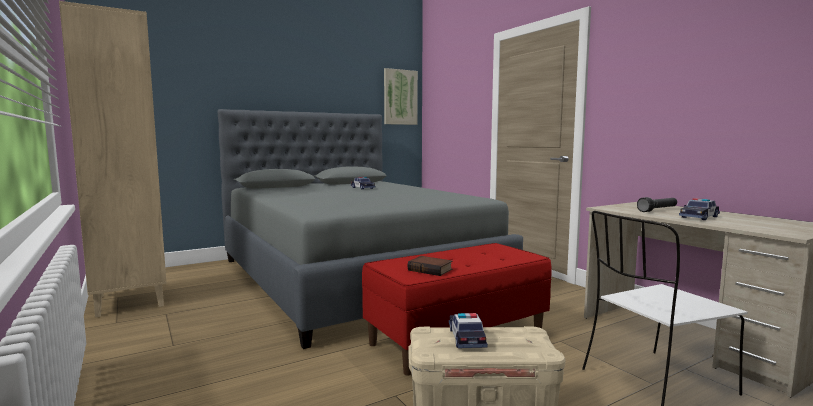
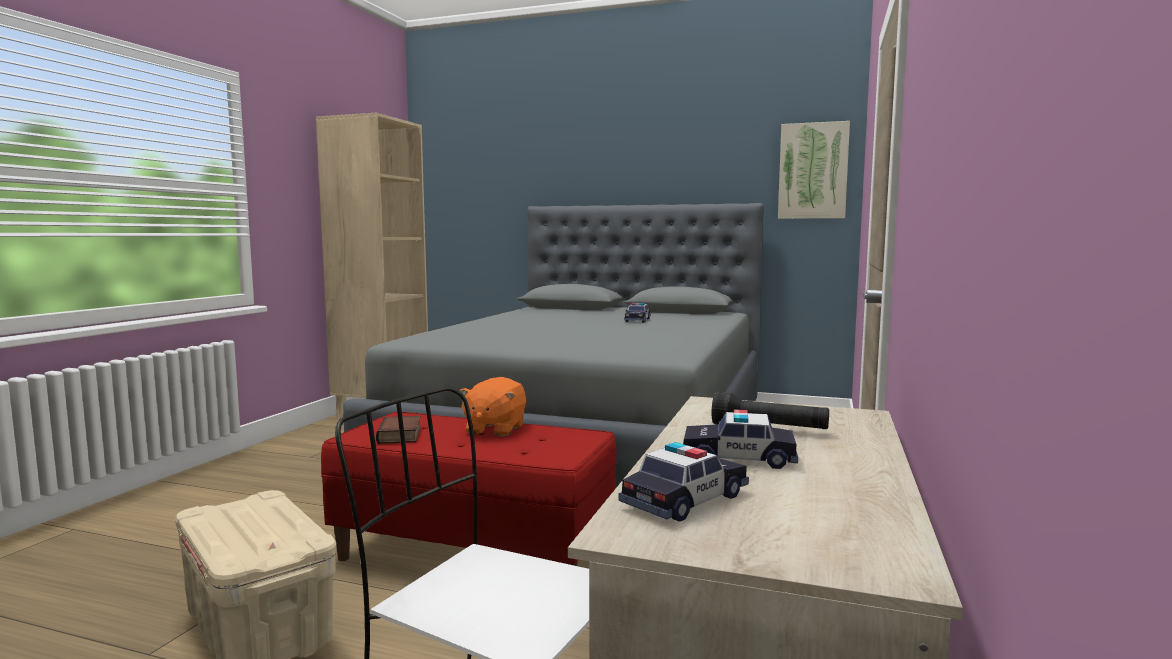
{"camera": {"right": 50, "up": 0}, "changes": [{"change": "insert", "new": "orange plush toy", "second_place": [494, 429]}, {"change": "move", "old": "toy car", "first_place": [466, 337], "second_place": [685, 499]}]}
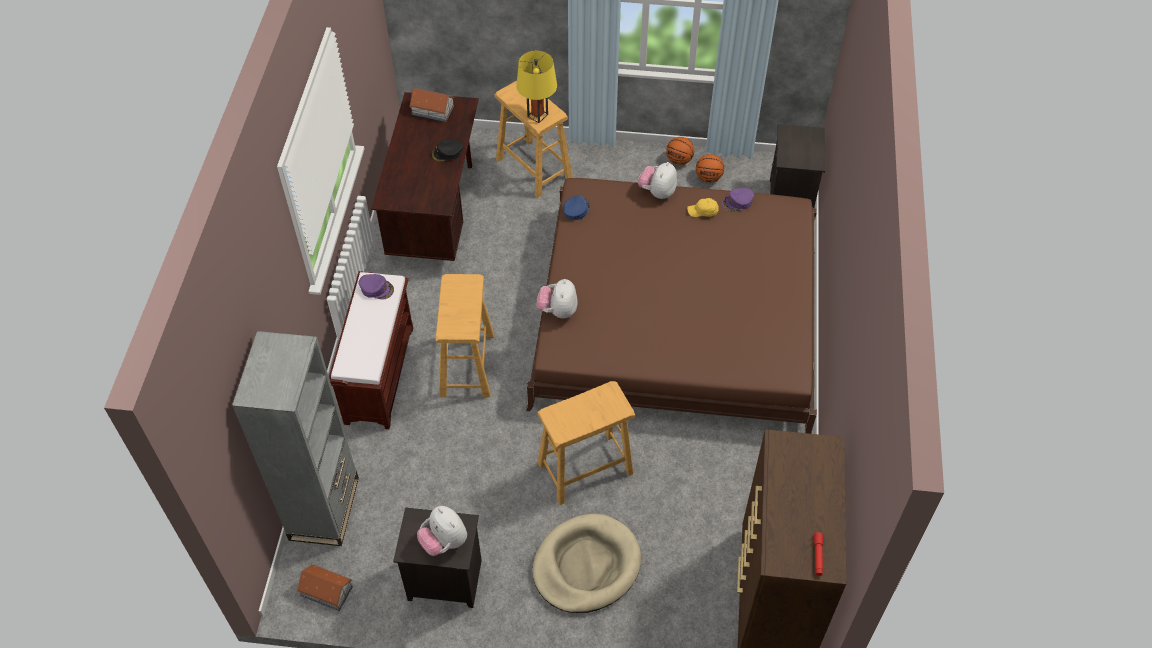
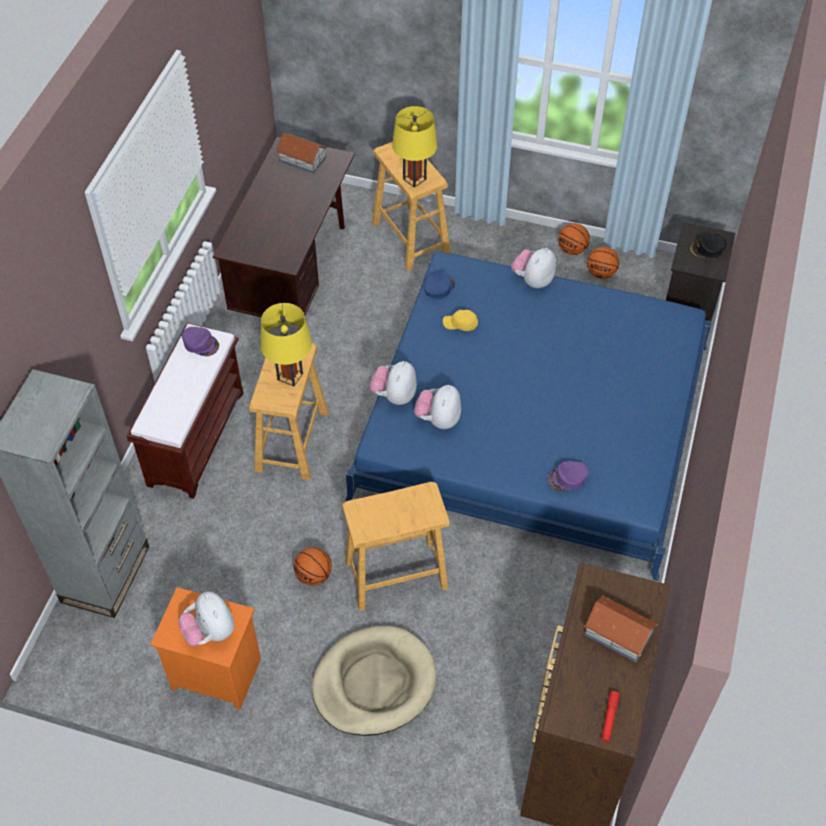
{"camera": {"right": 10, "up": 0}, "changes": [{"change": "recolor", "old": "black nightstand", "new": "orange nightstand", "first_place": [443, 581], "second_place": [214, 674]}, {"change": "insert", "new": "yellow table lamp", "second_place": [290, 376]}, {"change": "insert", "new": "basketball", "second_place": [313, 575]}, {"change": "recolor", "old": "brown bed", "new": "blue bed", "first_place": [676, 316], "second_place": [533, 420]}, {"change": "insert", "new": "plush toy", "second_place": [438, 419]}, {"change": "move", "old": "yellow cap", "first_place": [703, 211], "second_place": [460, 324]}, {"change": "move", "old": "purple cap", "first_place": [737, 202], "second_place": [567, 478]}, {"change": "move", "old": "toy house", "first_place": [326, 590], "second_place": [617, 633]}, {"change": "move", "old": "black cap", "first_place": [447, 153], "second_place": [707, 249]}]}
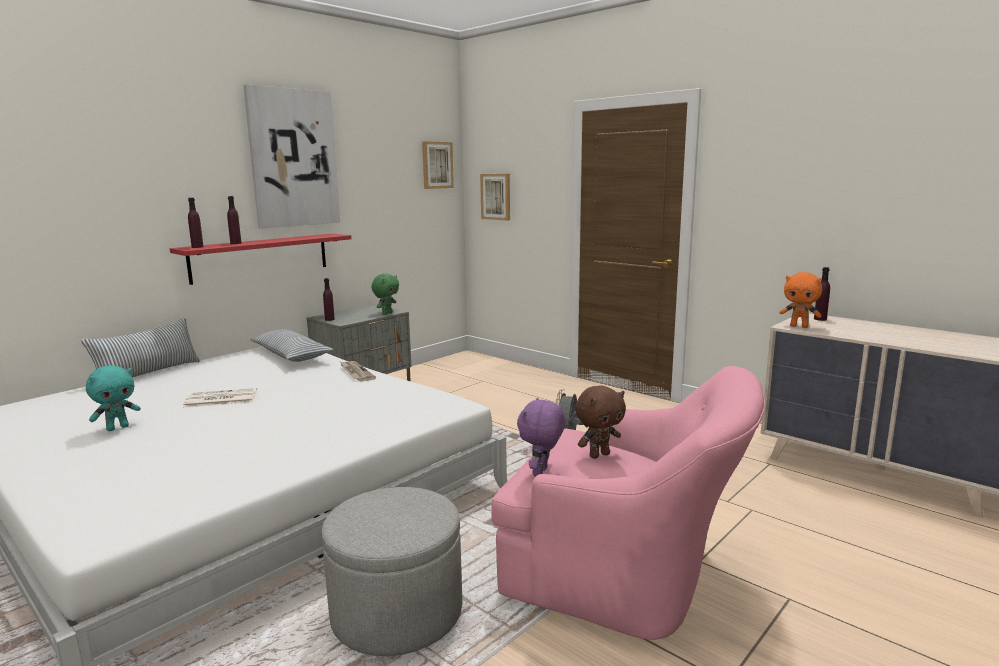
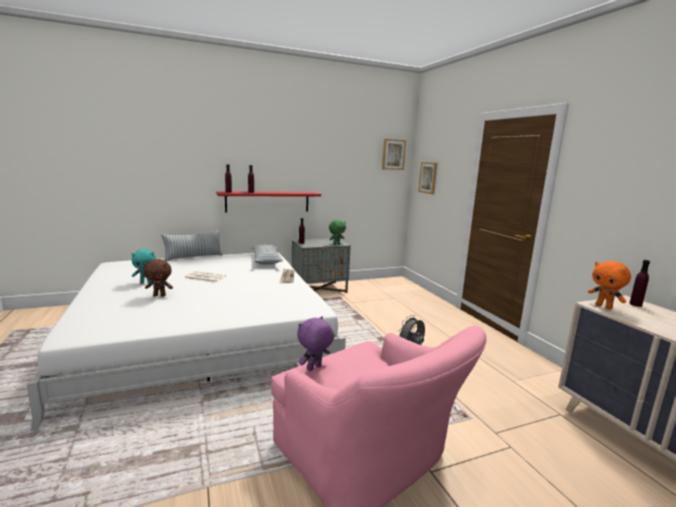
{"camera": {"right": 25, "up": 0}, "changes": [{"change": "move", "old": "brown plush toy", "first_place": [599, 455], "second_place": [160, 295]}, {"change": "delete", "old": "picture", "first_place": [293, 158]}, {"change": "delete", "old": "grey ottoman", "first_place": [397, 612]}]}
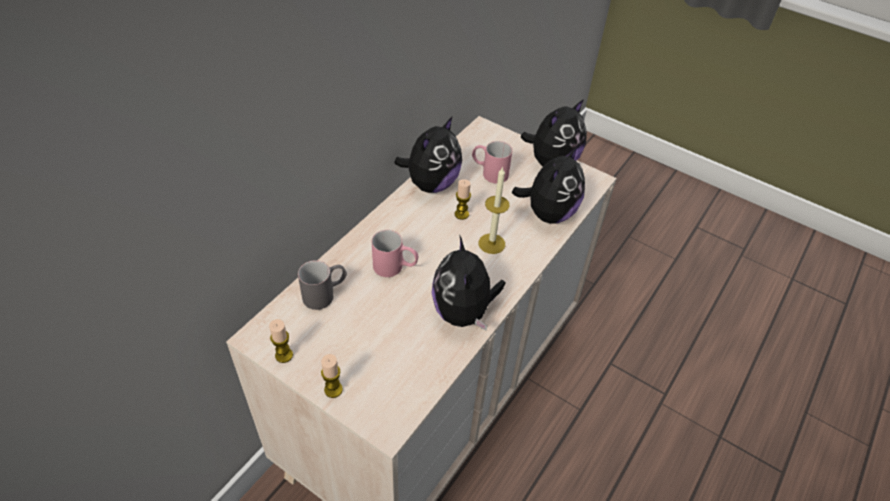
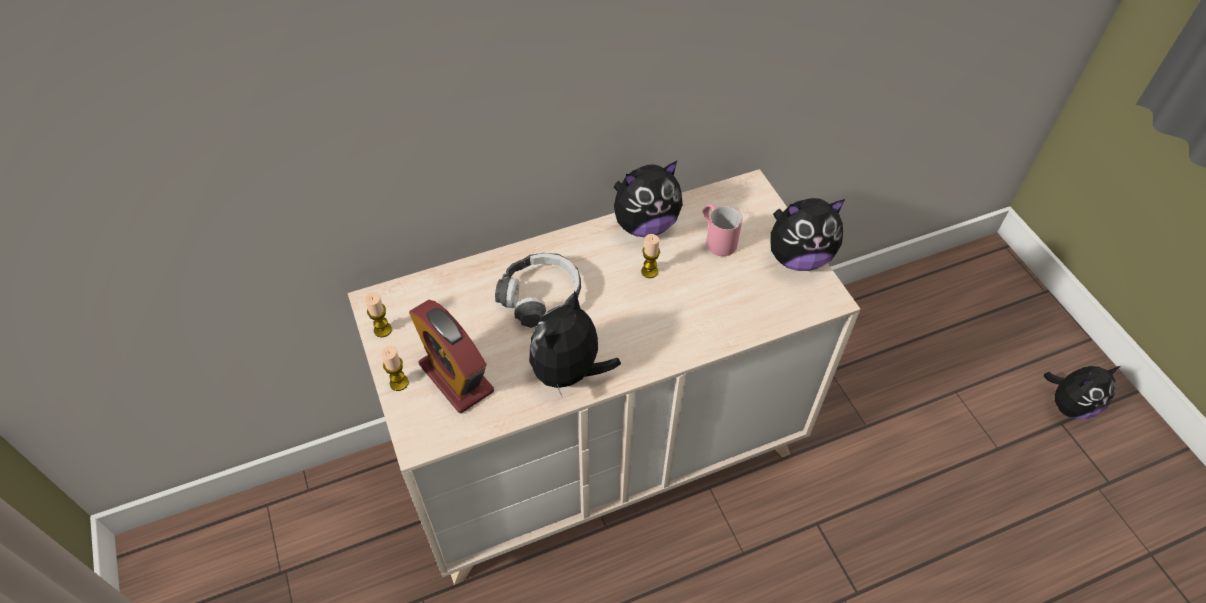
{"camera": {"right": 35, "up": 5}, "changes": [{"change": "insert", "new": "alarm clock", "second_place": [456, 378]}, {"change": "replace", "old": "pink mug", "new": "headphones", "first_place": [395, 267], "second_place": [540, 296]}, {"change": "move", "old": "plush toy", "first_place": [548, 213], "second_place": [1069, 405]}, {"change": "delete", "old": "grey mug", "first_place": [325, 294]}, {"change": "delete", "old": "candle", "first_place": [491, 243]}]}
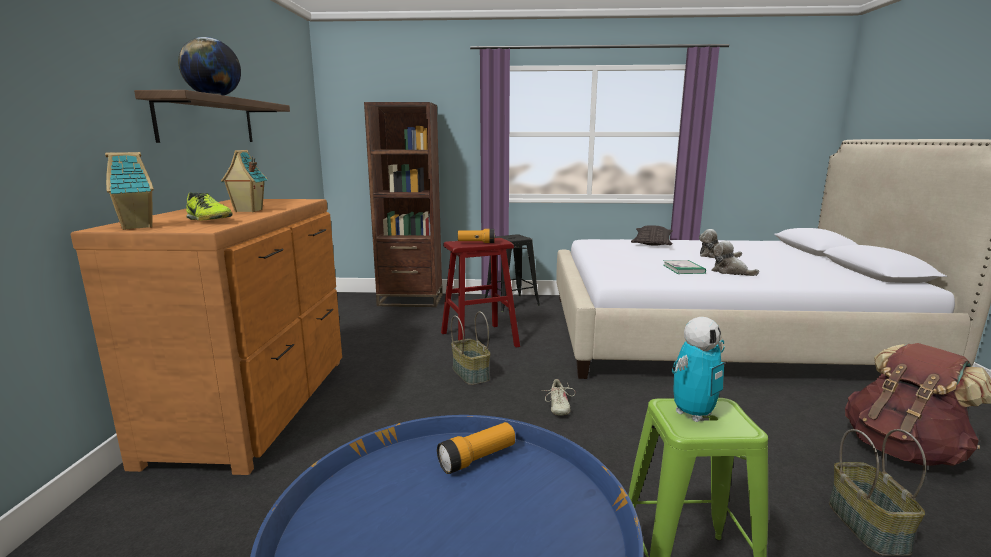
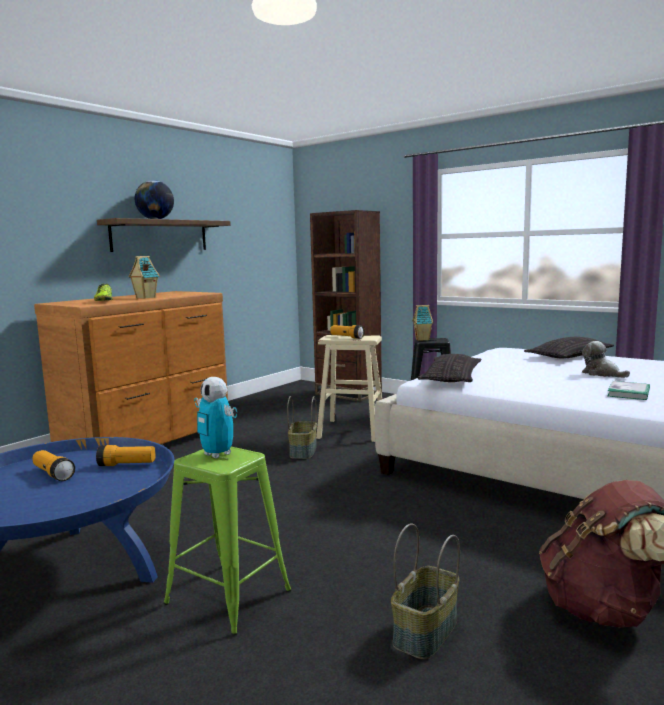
{"camera": {"right": 35, "up": -5}, "changes": [{"change": "insert", "new": "flashlight", "second_place": [53, 474]}, {"change": "rotate", "old": "toy robot", "first_place": [693, 414], "second_place": [217, 454], "degrees": 45}, {"change": "recolor", "old": "red stool", "new": "beige stool", "first_place": [479, 339], "second_place": [352, 430]}, {"change": "move", "old": "toy house", "first_place": [138, 227], "second_place": [423, 339]}, {"change": "insert", "new": "pillow", "second_place": [451, 377]}, {"change": "move", "old": "book", "first_place": [683, 269], "second_place": [628, 393]}, {"change": "delete", "old": "beige shoe", "first_place": [558, 406]}, {"change": "delete", "old": "plush toy", "first_place": [730, 272]}]}
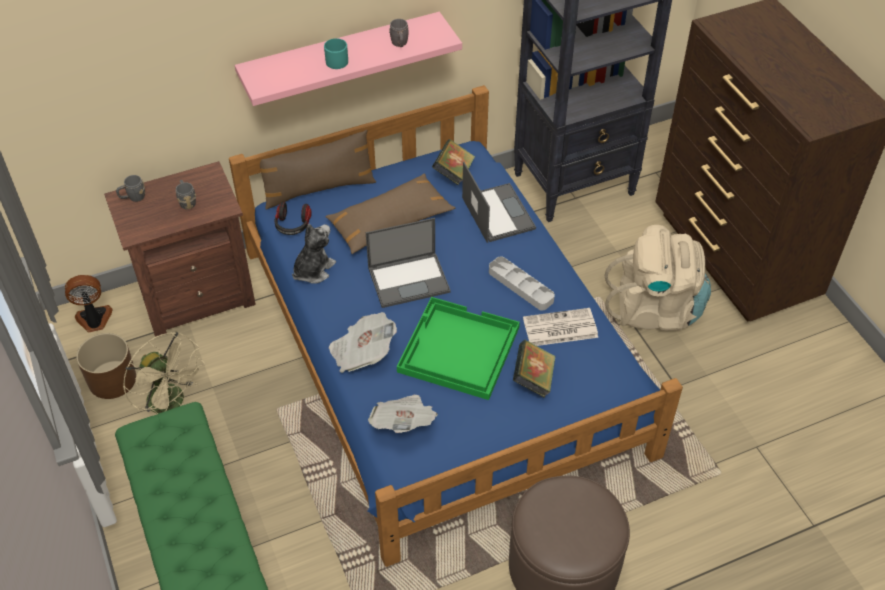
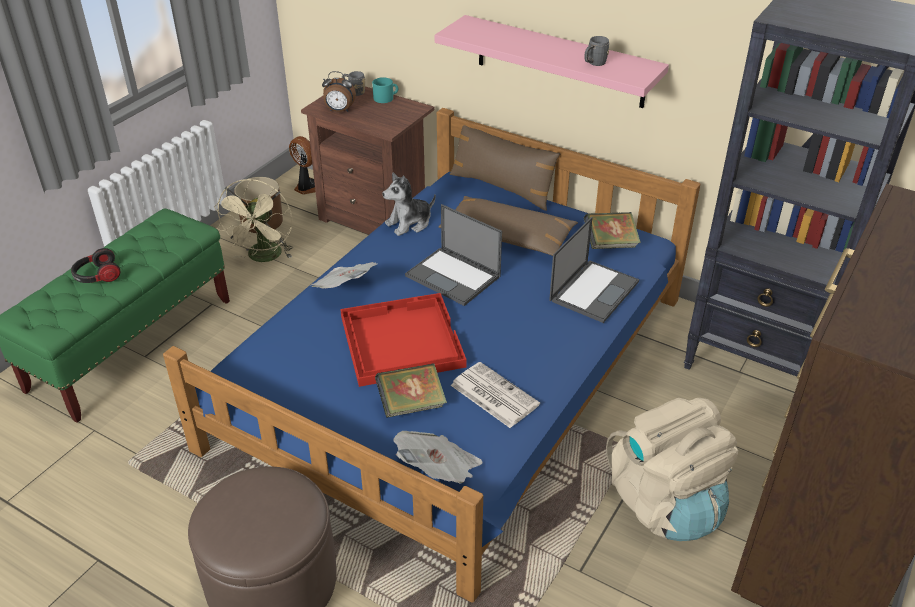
{"camera": {"right": 55, "up": -10}, "changes": [{"change": "move", "old": "headphones", "first_place": [292, 225], "second_place": [97, 276]}, {"change": "insert", "new": "alarm clock", "second_place": [339, 111]}, {"change": "recolor", "old": "green tray", "new": "red tray", "first_place": [457, 350], "second_place": [400, 340]}, {"change": "move", "old": "turquoise mug", "first_place": [338, 60], "second_place": [386, 98]}, {"change": "rotate", "old": "plush toy", "first_place": [313, 270], "second_place": [409, 223], "degrees": 150}, {"change": "move", "old": "newspaper", "first_place": [404, 423], "second_place": [439, 471]}, {"change": "delete", "old": "grey mug", "first_place": [187, 201]}, {"change": "delete", "old": "grey tray", "first_place": [520, 286]}]}
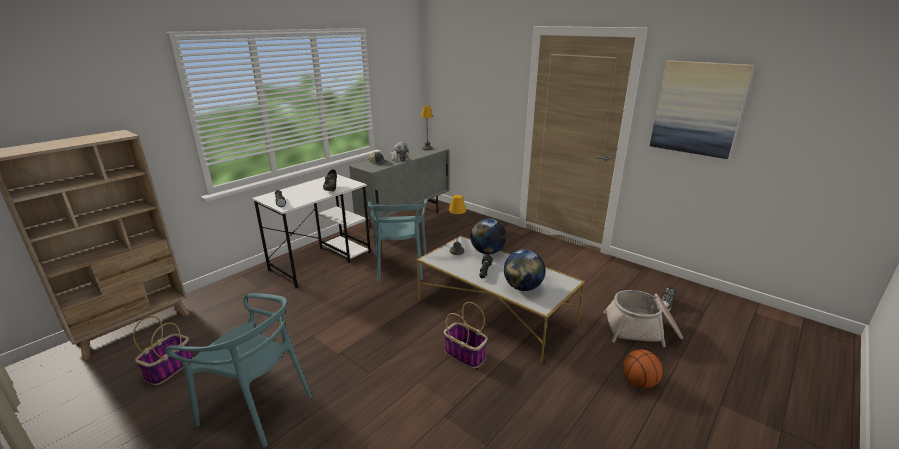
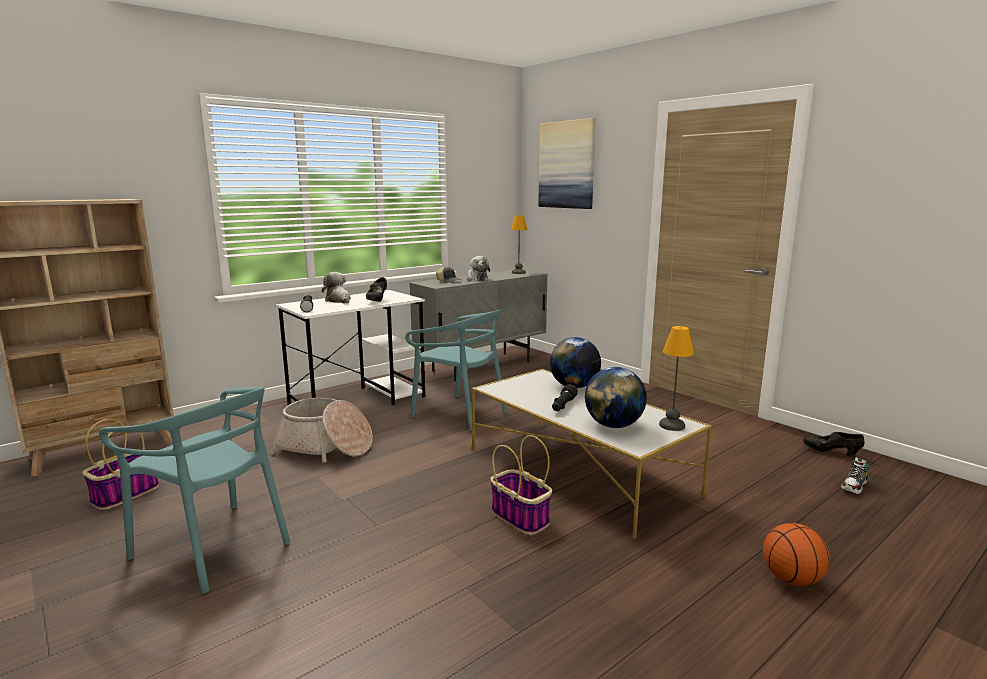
{"camera": {"right": 10, "up": -10}, "changes": [{"change": "move", "old": "basket", "first_place": [642, 330], "second_place": [326, 447]}, {"change": "insert", "new": "plush toy", "second_place": [338, 300]}, {"change": "rotate", "old": "turquoise chair", "first_place": [400, 266], "second_place": [460, 413], "degrees": -60}, {"change": "move", "old": "picture", "first_place": [697, 108], "second_place": [567, 165]}, {"change": "move", "old": "table lamp", "first_place": [456, 251], "second_place": [671, 426]}, {"change": "insert", "new": "black shoe", "second_place": [831, 452]}]}
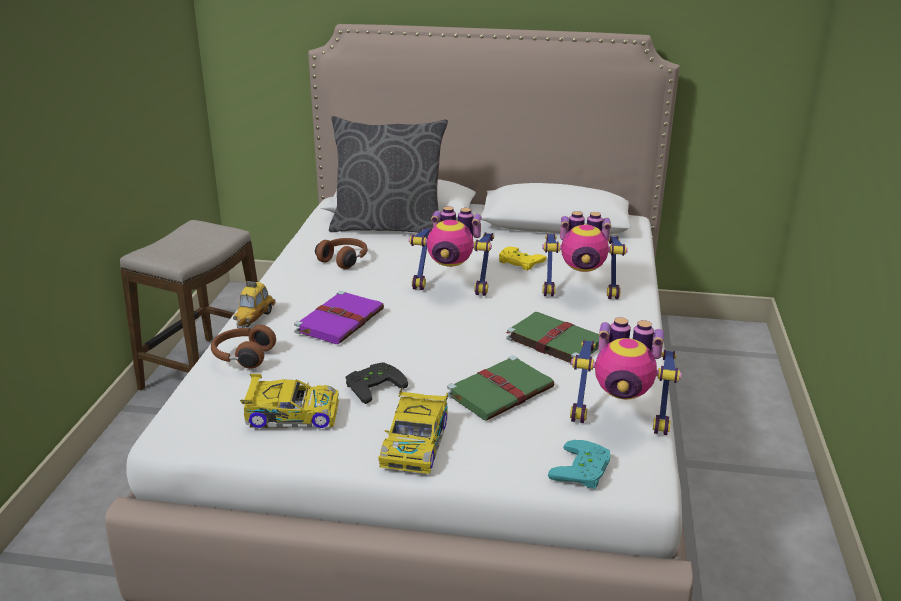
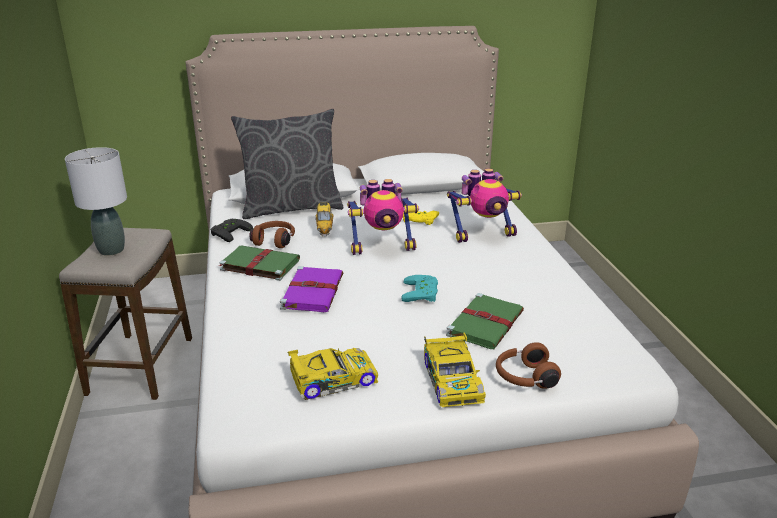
{"camera": {"right": -20, "up": 0}, "changes": [{"change": "insert", "new": "grey table lamp", "second_place": [112, 250]}, {"change": "move", "old": "black game controller", "first_place": [373, 384], "second_place": [229, 232]}, {"change": "move", "old": "green book", "first_place": [553, 340], "second_place": [259, 265]}, {"change": "move", "old": "toy car", "first_place": [254, 318], "second_place": [324, 230]}, {"change": "move", "old": "turquoise game controller", "first_place": [584, 470], "second_place": [423, 292]}, {"change": "move", "old": "brown headphones", "first_place": [242, 356], "second_place": [524, 378]}, {"change": "delete", "old": "toy robot", "first_place": [620, 418]}]}
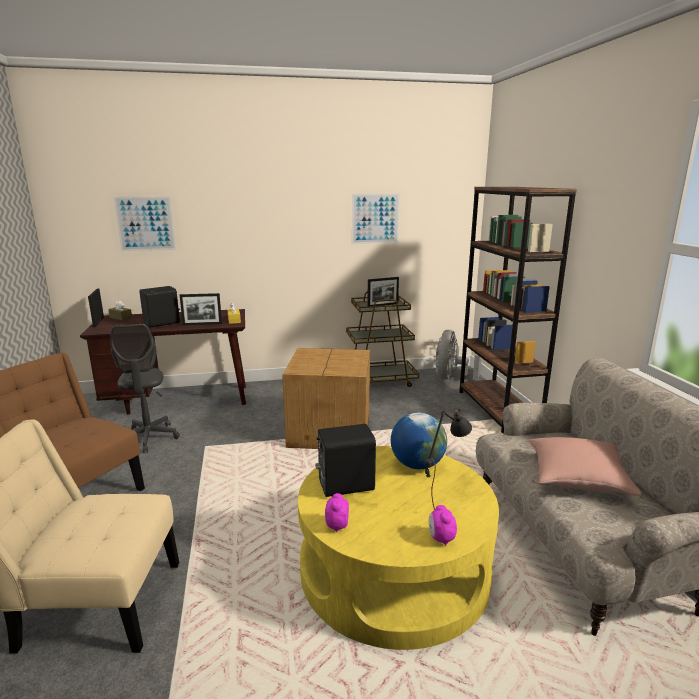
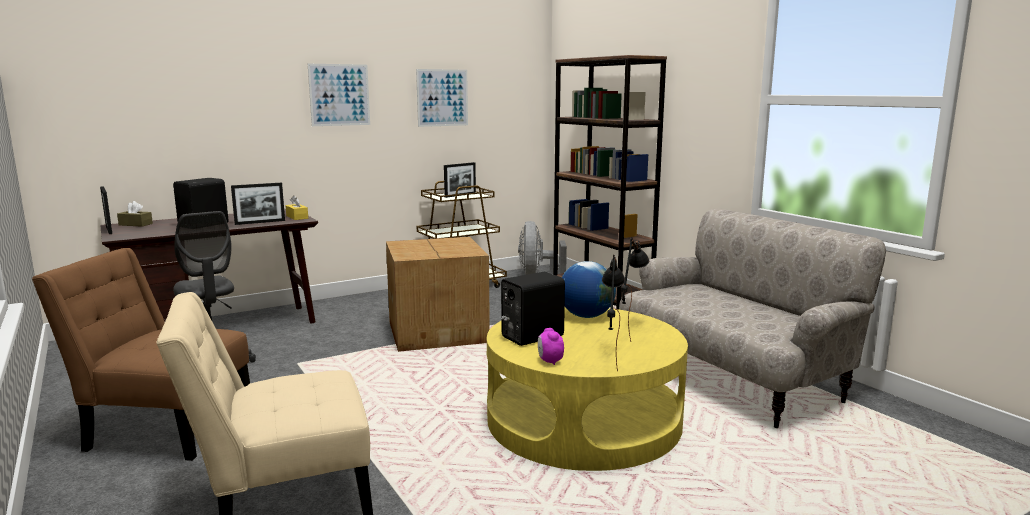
{"camera": {"right": -20, "up": -5}, "changes": [{"change": "move", "old": "picture", "first_place": [145, 223], "second_place": [339, 95]}, {"change": "insert", "new": "black table lamp", "second_place": [609, 360]}, {"change": "delete", "old": "alarm clock", "first_place": [441, 538]}, {"change": "delete", "old": "pink pillow", "first_place": [577, 478]}]}
